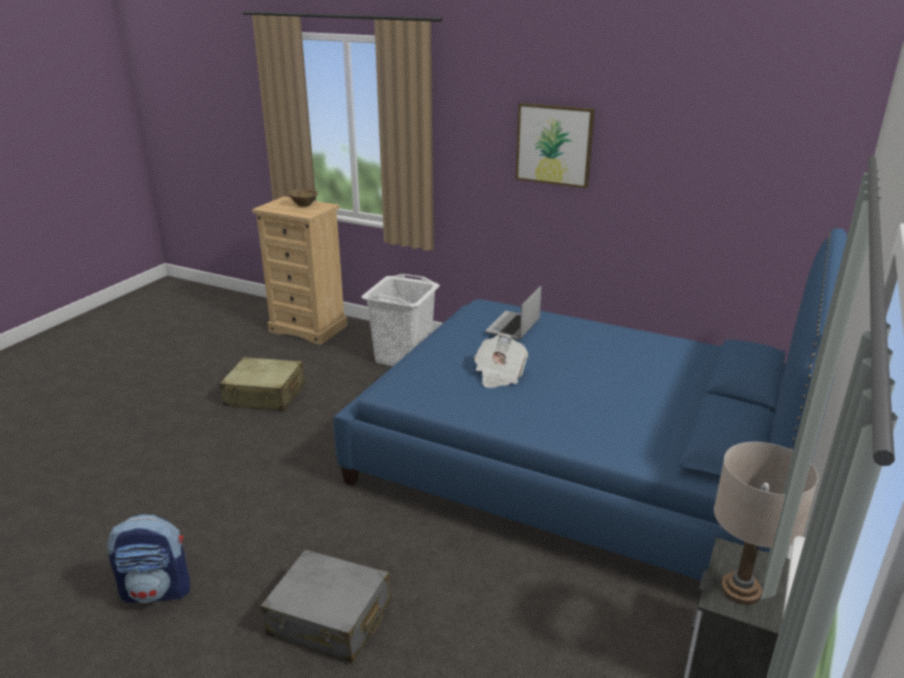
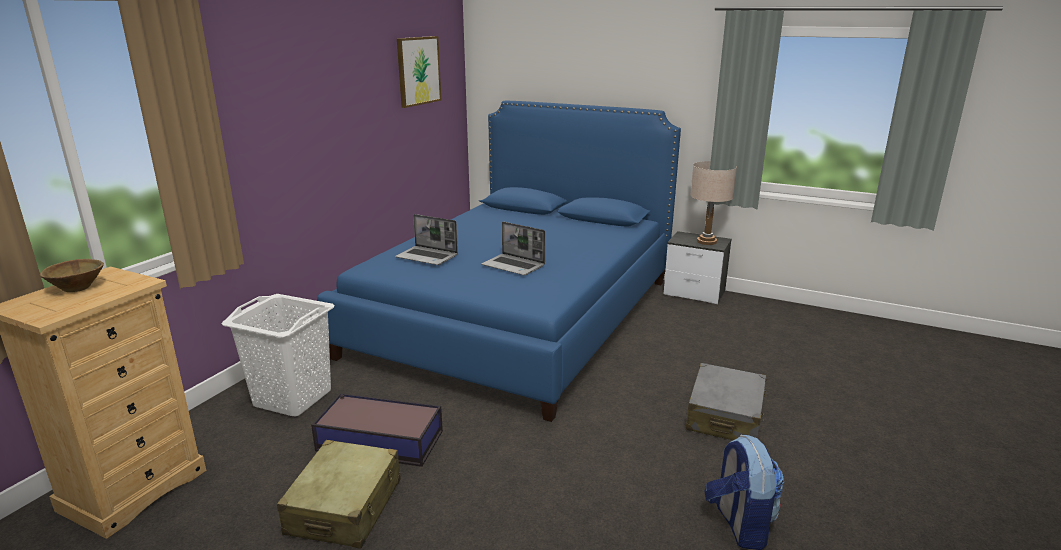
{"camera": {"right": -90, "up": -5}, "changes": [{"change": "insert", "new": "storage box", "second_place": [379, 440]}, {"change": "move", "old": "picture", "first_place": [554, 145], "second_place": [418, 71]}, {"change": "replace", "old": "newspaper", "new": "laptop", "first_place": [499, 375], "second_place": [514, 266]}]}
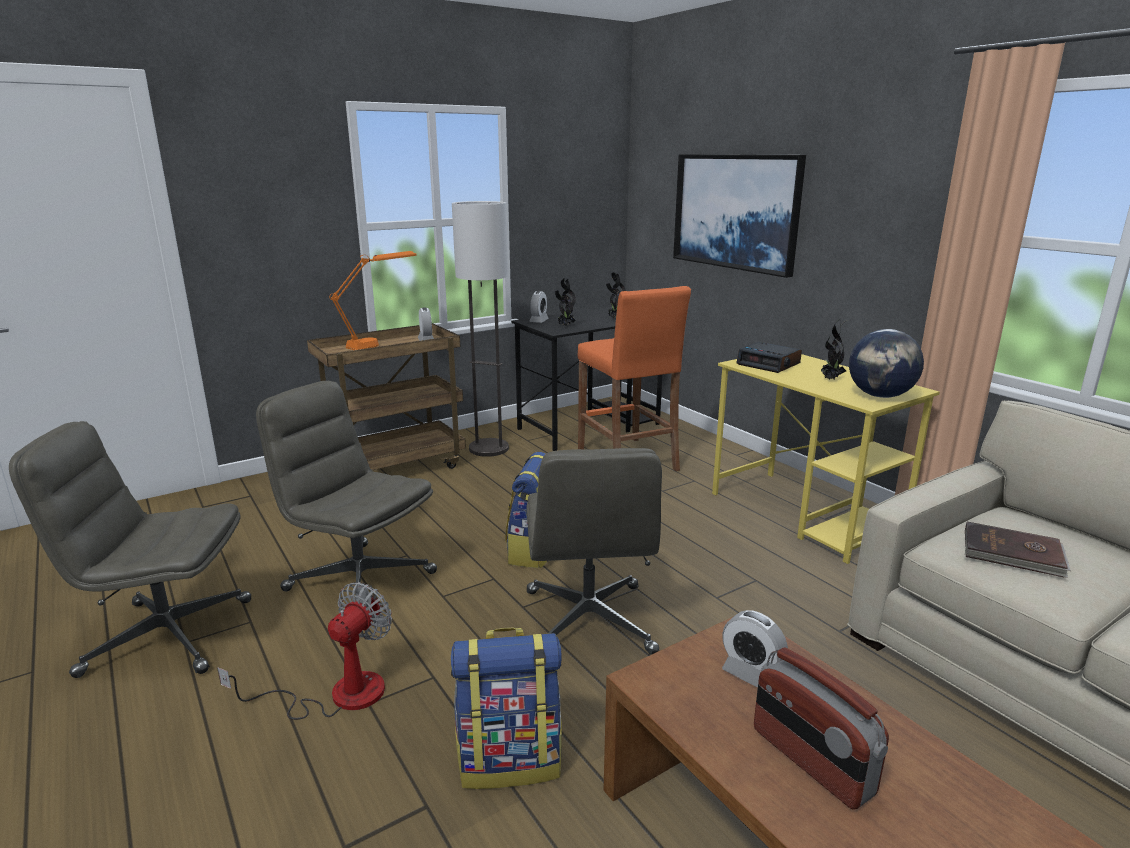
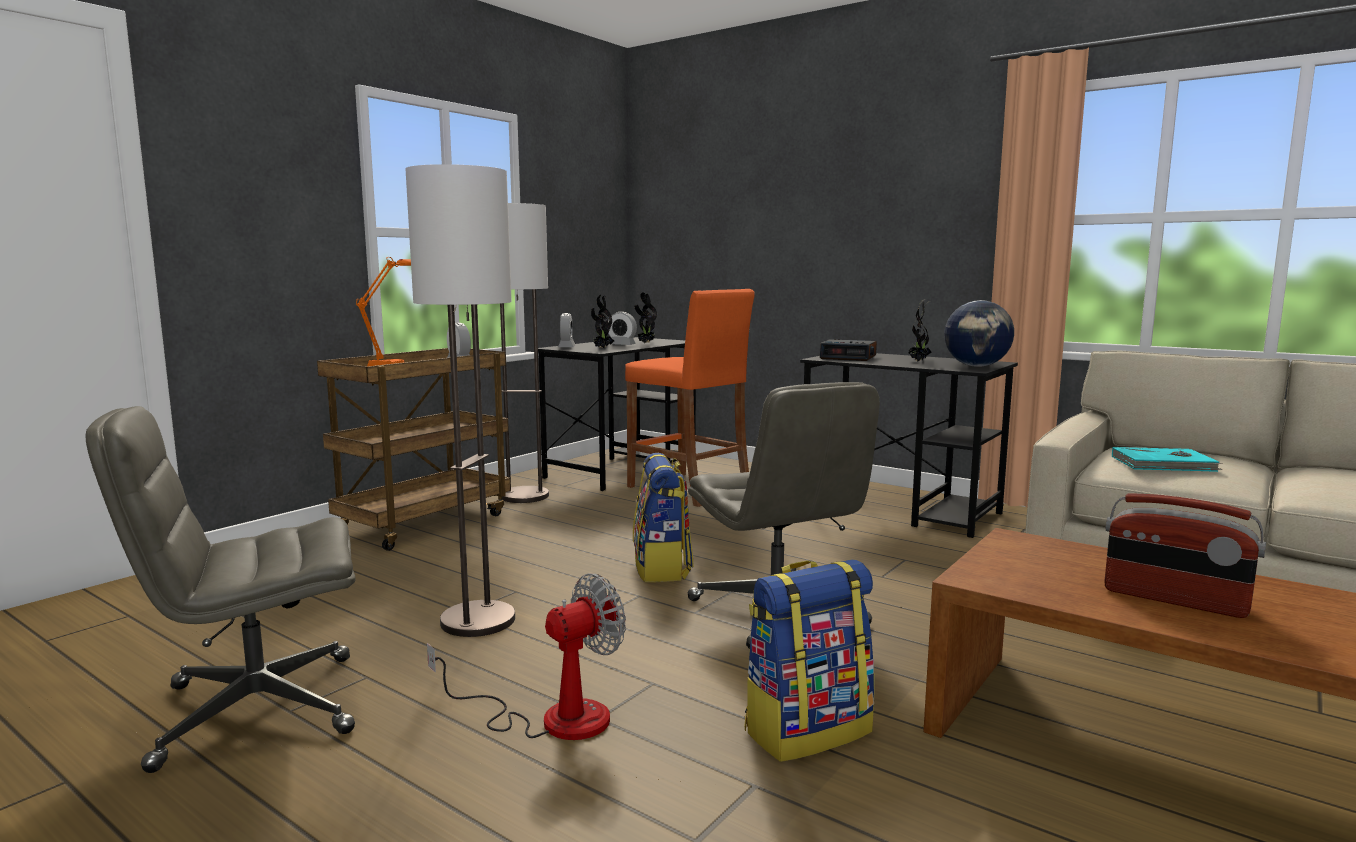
{"camera": {"right": -20, "up": -10}, "changes": [{"change": "replace", "old": "grey office chair", "new": "floor lamp", "first_place": [359, 581], "second_place": [477, 620]}, {"change": "rotate", "old": "fan", "first_place": [337, 694], "second_place": [552, 718], "degrees": 45}, {"change": "move", "old": "alarm clock", "first_place": [750, 674], "second_place": [622, 345]}, {"change": "recolor", "old": "yellow desk", "new": "black desk", "first_place": [805, 514], "second_place": [901, 509]}, {"change": "recolor", "old": "brown book", "new": "turquoise book", "first_place": [1013, 554], "second_place": [1164, 464]}, {"change": "delete", "old": "picture", "first_place": [736, 212]}]}
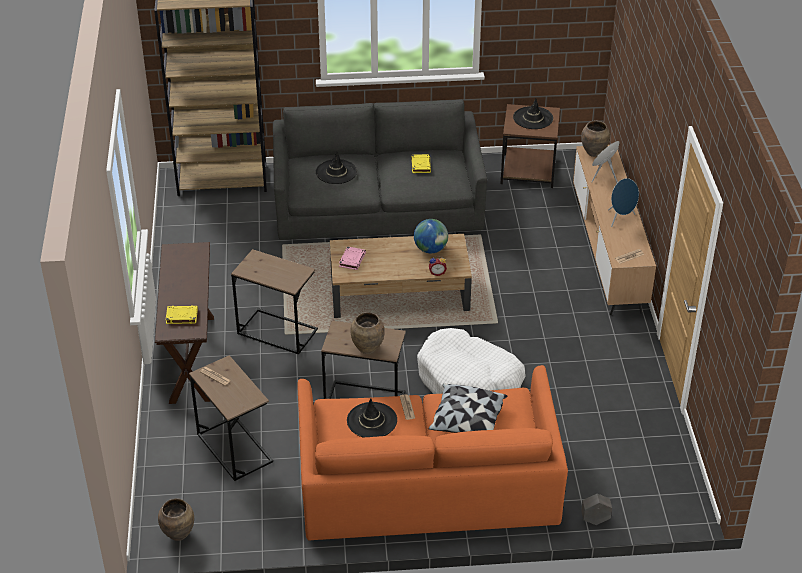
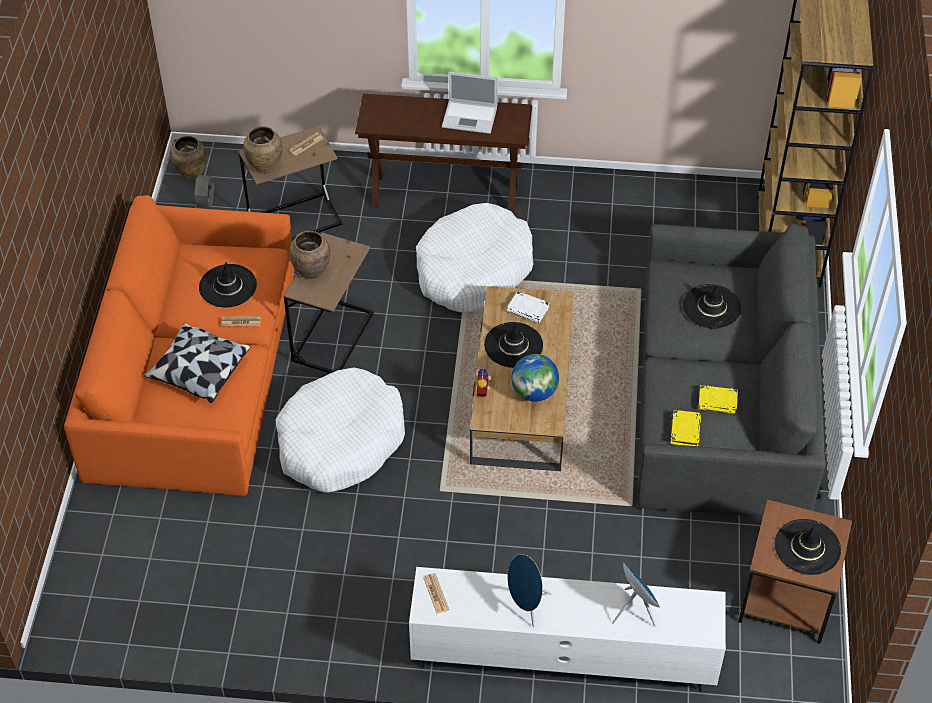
{"camera": {"right": 100, "up": 10}, "changes": [{"change": "move", "old": "grey planter", "first_place": [595, 520], "second_place": [206, 203]}, {"change": "move", "old": "brown vase", "first_place": [594, 153], "second_place": [265, 167]}, {"change": "recolor", "old": "brown tv stand", "new": "white tv stand", "first_place": [607, 254], "second_place": [563, 657]}, {"change": "replace", "old": "brown side table", "new": "white dog bed", "first_place": [277, 331], "second_place": [473, 270]}, {"change": "insert", "new": "laptop", "second_place": [470, 117]}, {"change": "insert", "new": "black hat", "second_place": [513, 345]}, {"change": "recolor", "old": "pink book", "new": "white book", "first_place": [352, 260], "second_place": [528, 309]}, {"change": "move", "old": "yellow book", "first_place": [181, 316], "second_place": [685, 430]}]}
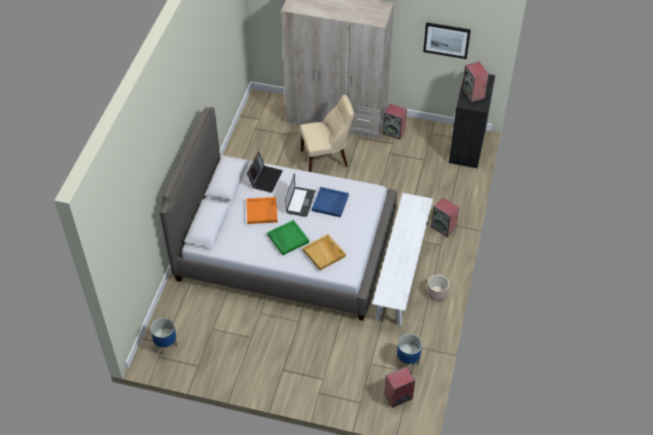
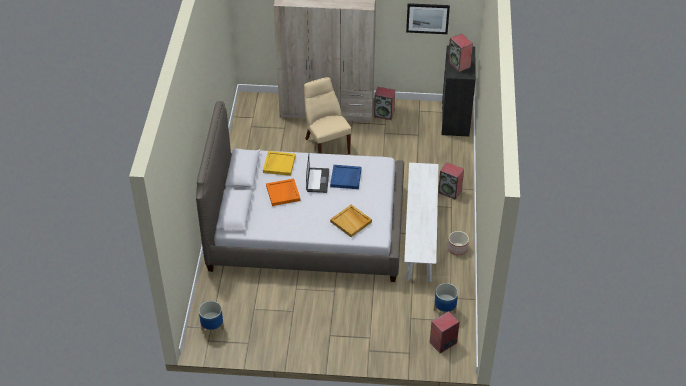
{"camera": {"right": -10, "up": -5}, "changes": [{"change": "replace", "old": "laptop", "new": "yellow tray", "first_place": [265, 178], "second_place": [279, 164]}, {"change": "rotate", "old": "beige chair", "first_place": [326, 158], "second_place": [326, 144], "degrees": -90}, {"change": "delete", "old": "green tray", "first_place": [287, 238]}]}
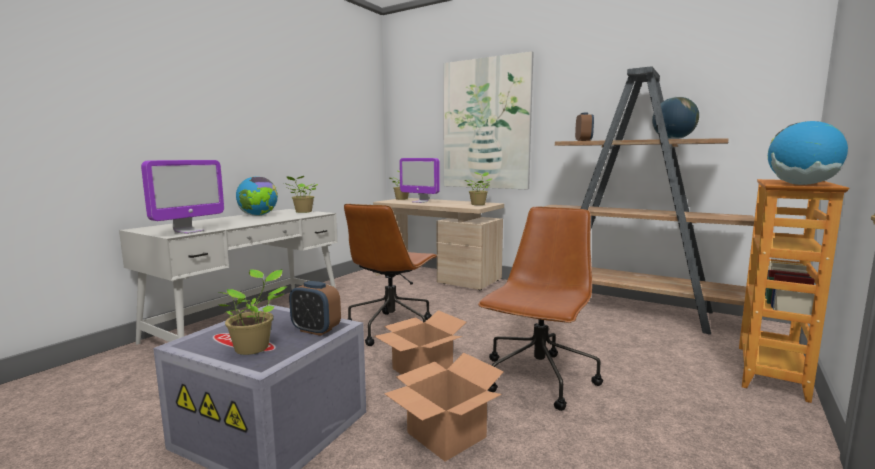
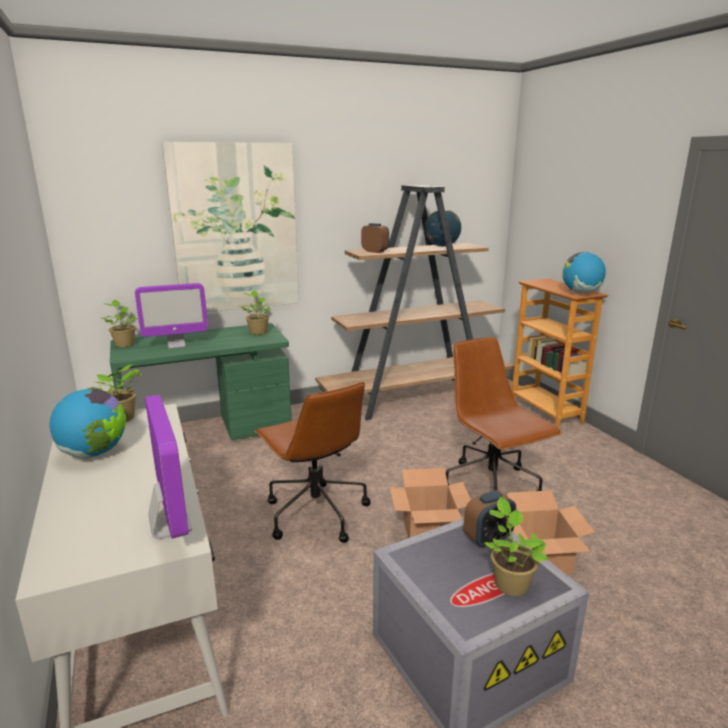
{"camera": {"right": -55, "up": 10}, "changes": [{"change": "recolor", "old": "beige desk", "new": "green desk", "first_place": [437, 277], "second_place": [209, 433]}]}
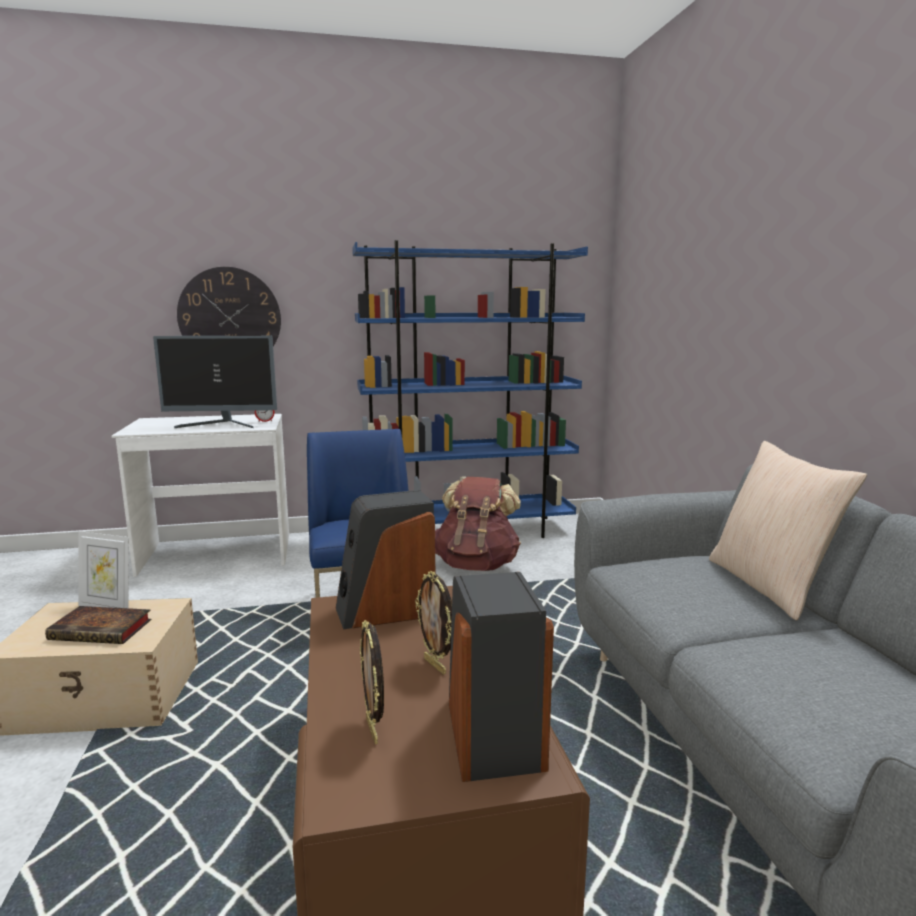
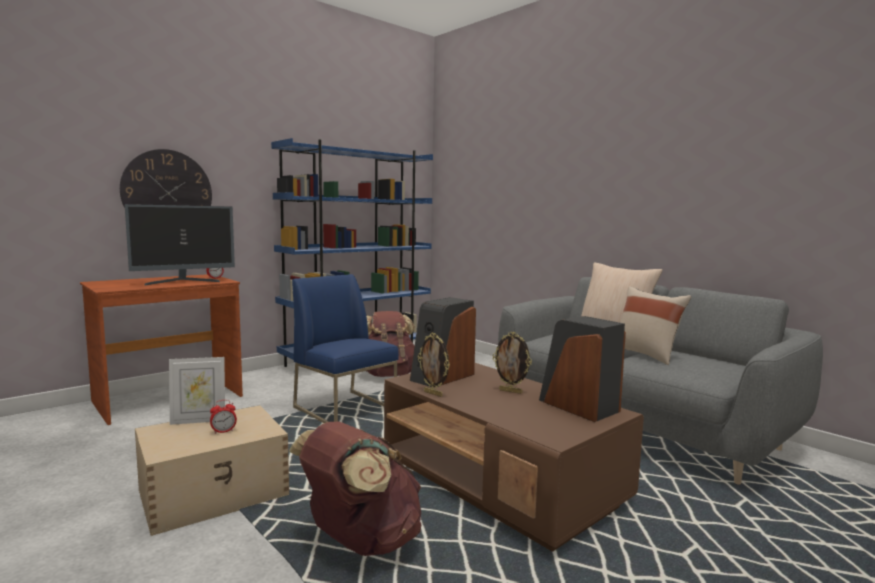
{"camera": {"right": -30, "up": -5}, "changes": [{"change": "recolor", "old": "white desk", "new": "brown desk", "first_place": [217, 554], "second_place": [168, 399]}, {"change": "replace", "old": "book", "new": "alarm clock", "first_place": [103, 630], "second_place": [223, 431]}, {"change": "insert", "new": "brown backpack", "second_place": [360, 542]}, {"change": "move", "old": "picture frame", "first_place": [373, 731], "second_place": [433, 393]}, {"change": "insert", "new": "beige pillow", "second_place": [646, 355]}]}
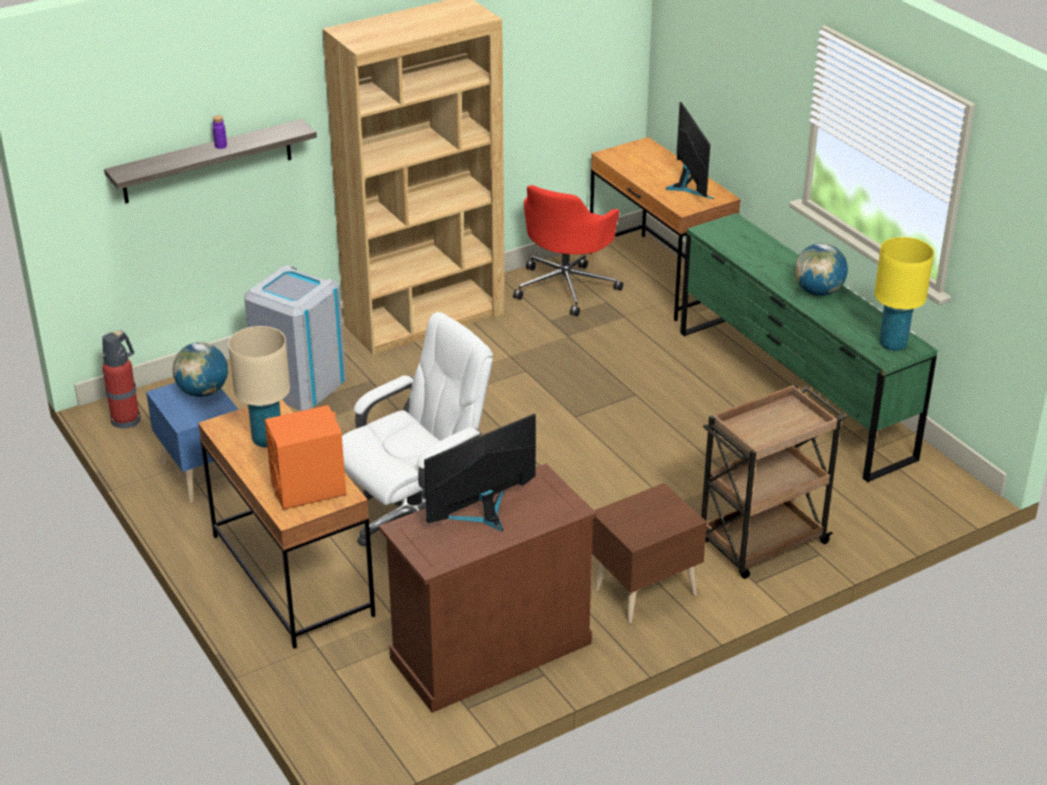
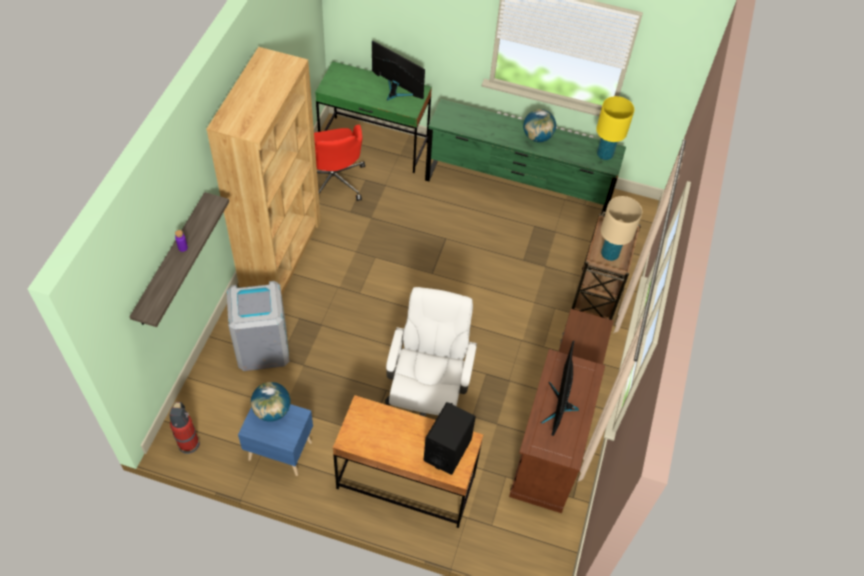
{"camera": {"right": -45, "up": 20}, "changes": [{"change": "recolor", "old": "brown desk", "new": "green desk", "first_place": [658, 277], "second_place": [374, 144]}, {"change": "recolor", "old": "orange speaker", "new": "black speaker", "first_place": [309, 489], "second_place": [447, 450]}, {"change": "move", "old": "beige table lamp", "first_place": [267, 440], "second_place": [609, 254]}]}
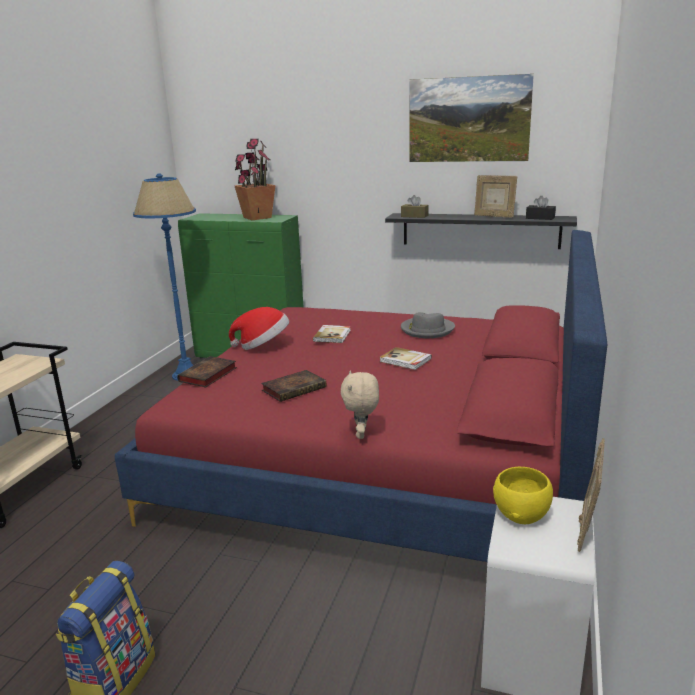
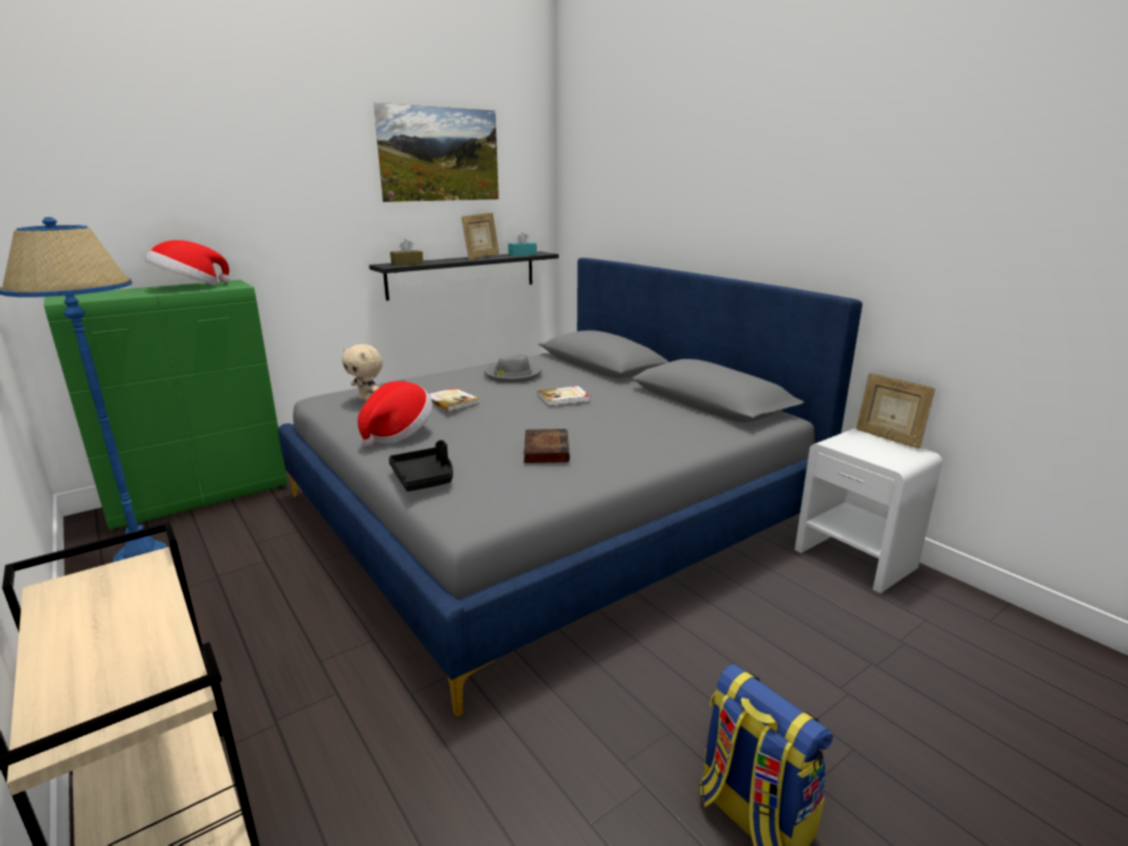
{"camera": {"right": -55, "up": 0}, "changes": [{"change": "replace", "old": "potted plant", "new": "hat", "first_place": [257, 217], "second_place": [189, 287]}, {"change": "recolor", "old": "red bed", "new": "grey bed", "first_place": [384, 455], "second_place": [546, 510]}, {"change": "move", "old": "beige plush toy", "first_place": [362, 434], "second_place": [367, 400]}, {"change": "replace", "old": "book", "new": "black tray", "first_place": [207, 375], "second_place": [424, 478]}, {"change": "rotate", "old": "picture frame", "first_place": [494, 216], "second_place": [482, 257], "degrees": -45}, {"change": "recolor", "old": "black tissue box", "new": "turquoise tissue box", "first_place": [540, 218], "second_place": [522, 254]}, {"change": "delete", "old": "yellow bowl", "first_place": [520, 513]}]}
